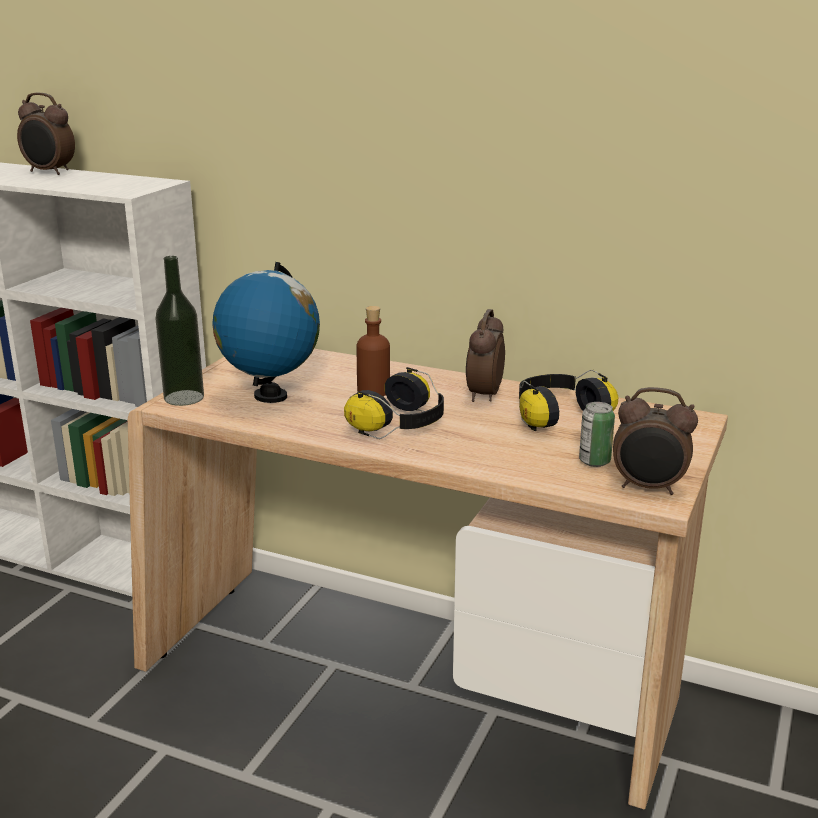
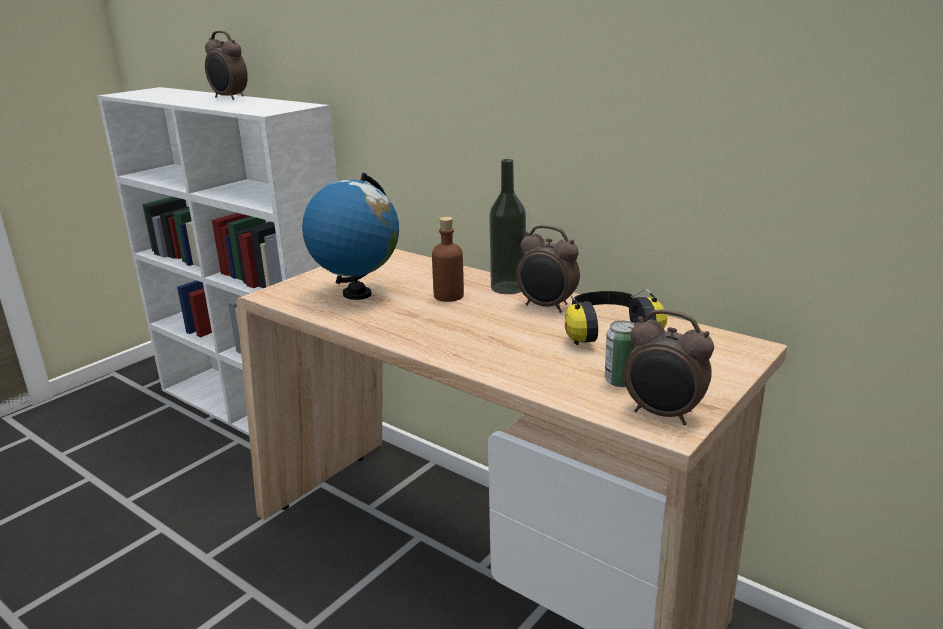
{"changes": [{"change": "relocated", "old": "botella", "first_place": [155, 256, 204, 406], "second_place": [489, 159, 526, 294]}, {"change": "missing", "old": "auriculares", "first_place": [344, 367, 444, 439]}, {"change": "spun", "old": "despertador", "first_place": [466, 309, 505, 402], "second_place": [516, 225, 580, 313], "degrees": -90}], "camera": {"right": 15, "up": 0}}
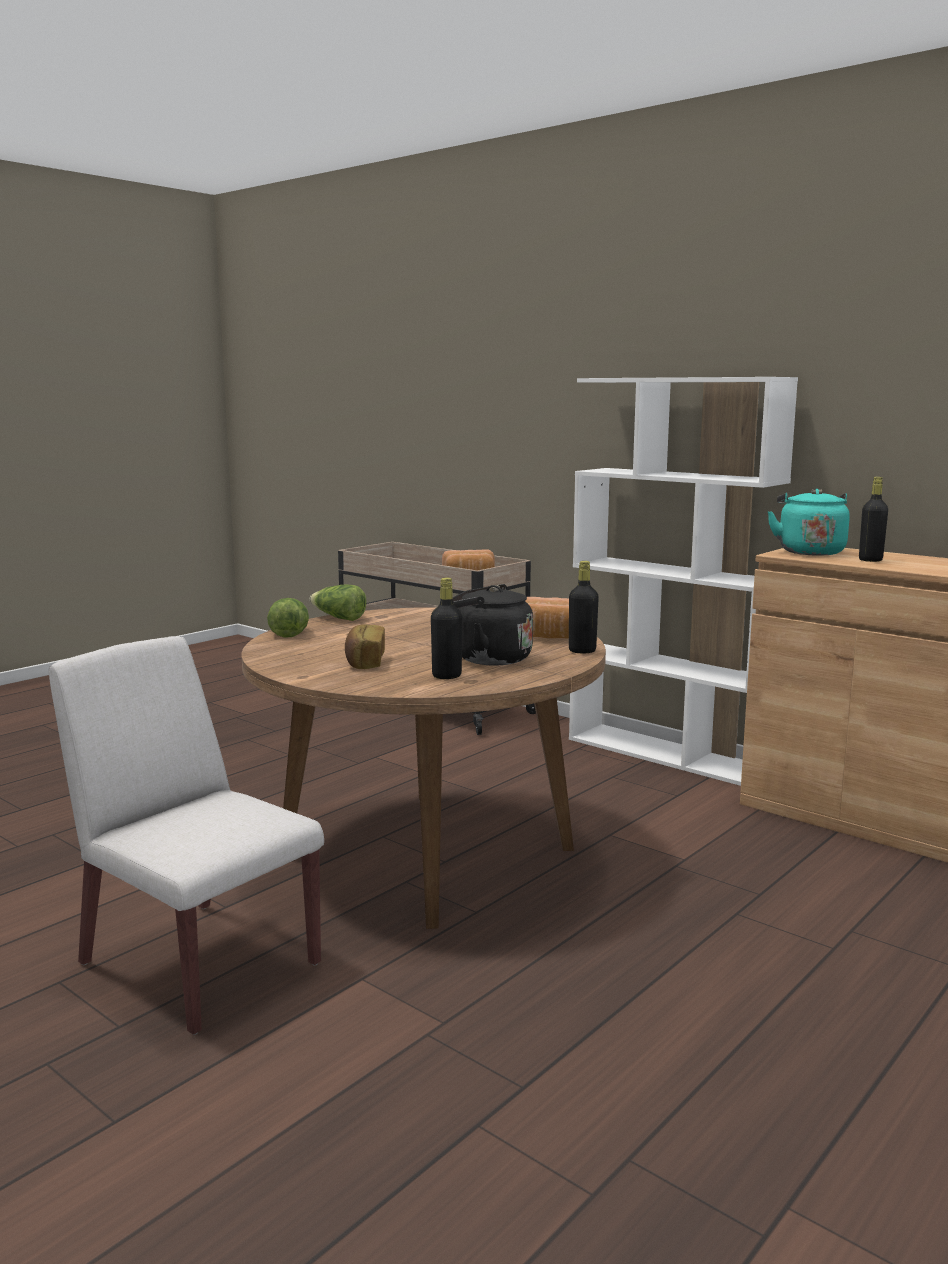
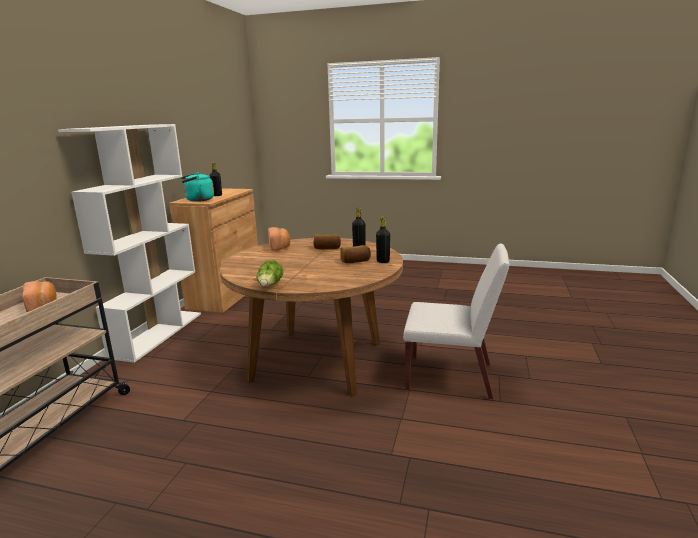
{"changes": [{"change": "spun", "old": "silla [blanco]", "first_place": [49, 636, 324, 1035], "second_place": [403, 244, 509, 400], "degrees": -90}, {"change": "missing", "old": "lechuga", "first_place": [267, 598, 309, 638]}, {"change": "exchanged", "old": "hervidor [negro]", "new": "pan", "first_place": [452, 584, 533, 666], "second_place": [313, 234, 341, 249]}, {"change": "relocated", "old": "botella [negro]", "first_place": [569, 561, 599, 653], "second_place": [376, 217, 390, 263]}], "camera": {"right": -115, "up": 5}}
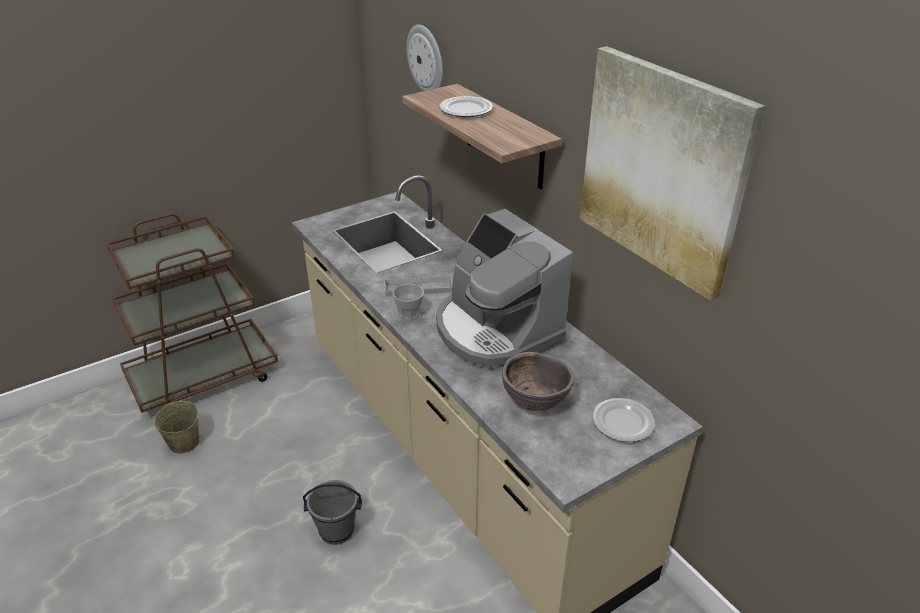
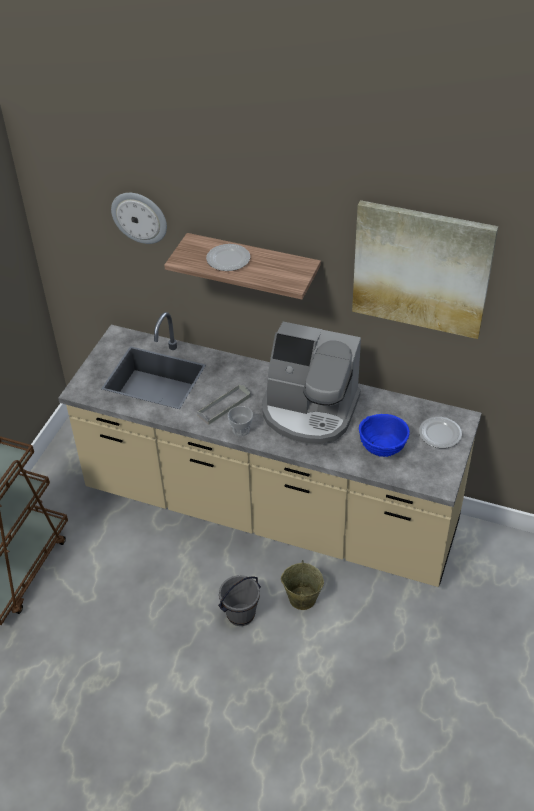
{"changes": [{"change": "relocated", "old": "cubo [beis]", "first_place": [154, 395, 199, 454], "second_place": [281, 560, 324, 610]}, {"change": "colour", "old": "cuenco [marrón]", "new": "cuenco [azul]", "first_place": [502, 352, 574, 411], "second_place": [359, 414, 410, 457]}], "camera": {"right": -35, "up": 10}}
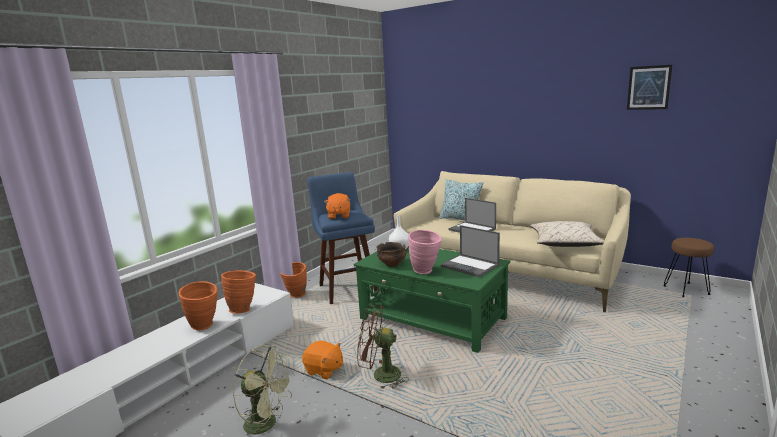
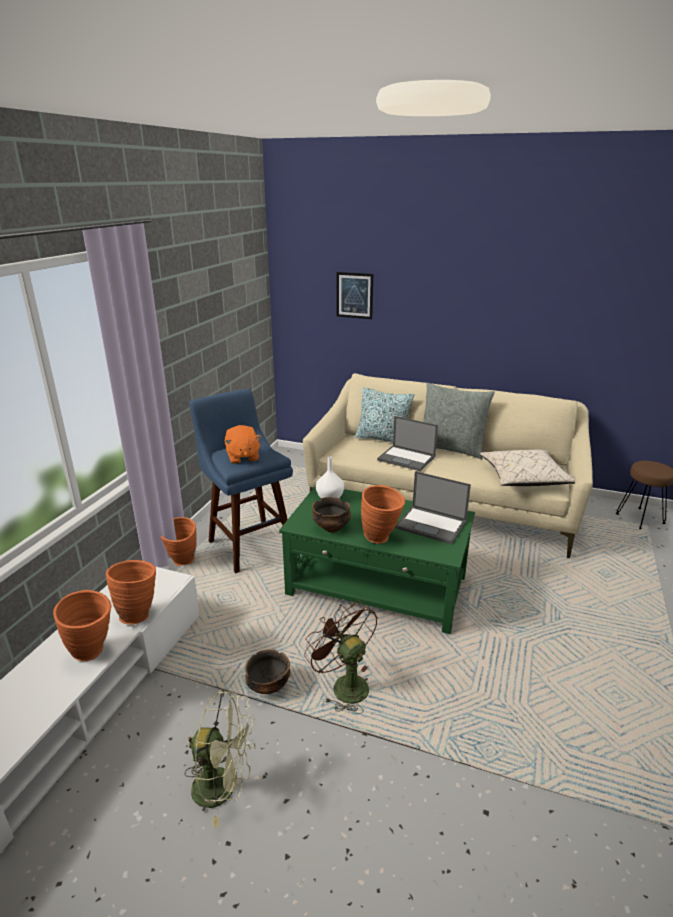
{"changes": [{"change": "exchanged", "old": "peluche [naranja]", "new": "cuenco", "first_place": [302, 341, 343, 379], "second_place": [245, 649, 290, 694]}, {"change": "spun", "old": "ventilador [marrón]", "first_place": [357, 304, 409, 389], "second_place": [304, 600, 378, 714], "degrees": 60}, {"change": "colour", "old": "florero [rosa]", "new": "florero [naranja]", "first_place": [408, 230, 442, 274], "second_place": [361, 485, 405, 544]}, {"change": "relocated", "old": "cuadro", "first_place": [627, 65, 672, 110], "second_place": [337, 272, 373, 319]}, {"change": "appeared", "new": "cojín [gris]", "second_place": [423, 383, 495, 459]}], "camera": {"right": -15, "up": 10}}
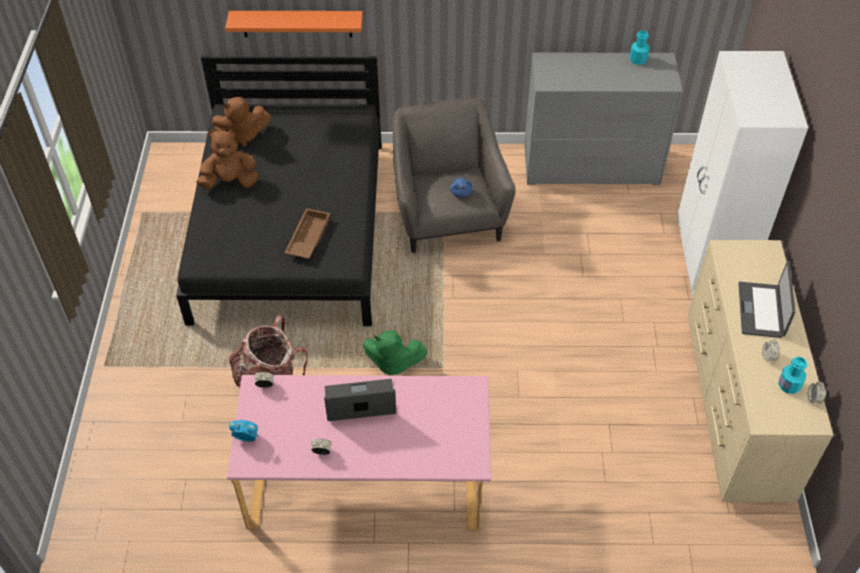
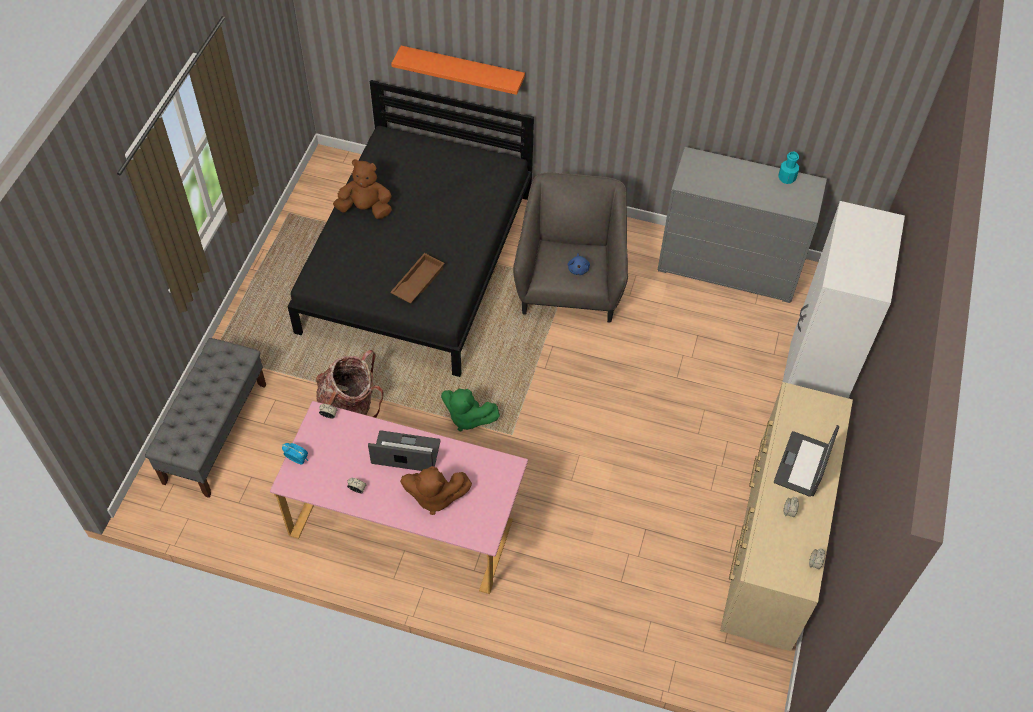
{"changes": [{"change": "relocated", "old": "peluche [marrón]", "first_place": [212, 97, 271, 147], "second_place": [400, 466, 472, 515]}, {"change": "missing", "old": "botella [turquesa]", "first_place": [778, 357, 807, 394]}, {"change": "appeared", "new": "banco [gris]", "second_place": [145, 338, 266, 498]}], "camera": {"right": 15, "up": 5}}
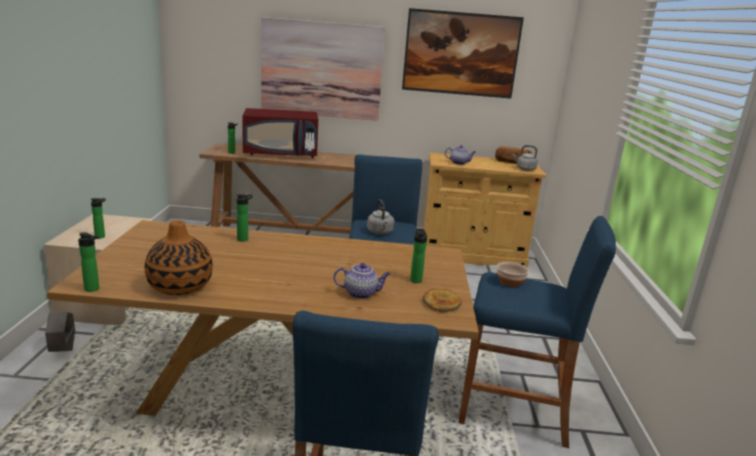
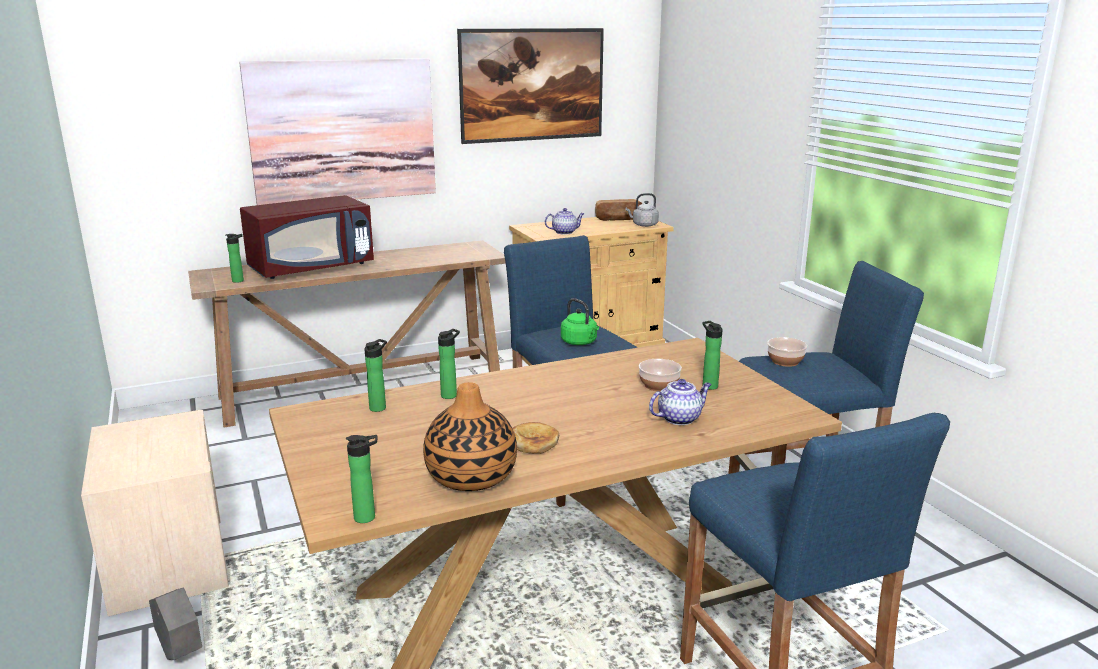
{"changes": [{"change": "relocated", "old": "botella", "first_place": [90, 198, 106, 239], "second_place": [365, 339, 387, 412]}, {"change": "colour", "old": "hervidor [gris]", "new": "hervidor [verde]", "first_place": [367, 199, 394, 234], "second_place": [561, 298, 599, 345]}, {"change": "relocated", "old": "pan", "first_place": [422, 289, 462, 312], "second_place": [512, 422, 559, 454]}, {"change": "appeared", "new": "cuenco", "second_place": [639, 359, 682, 392]}], "camera": {"right": -25, "up": 0}}
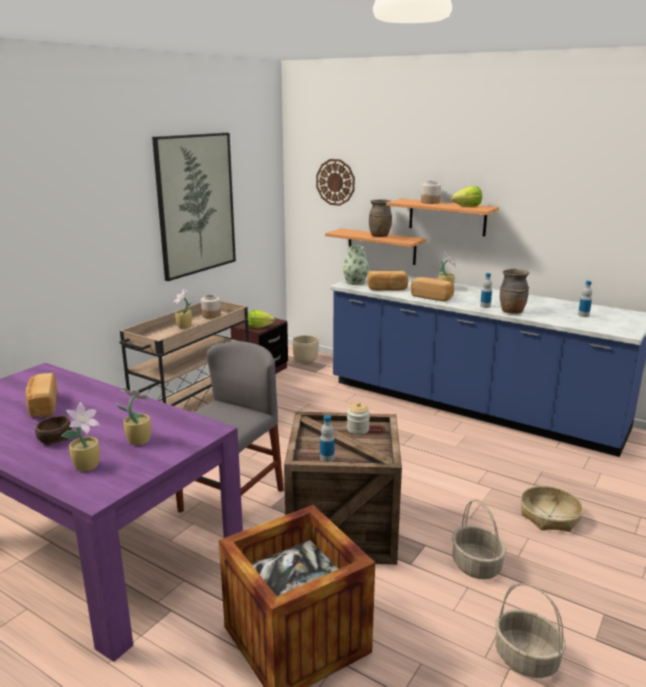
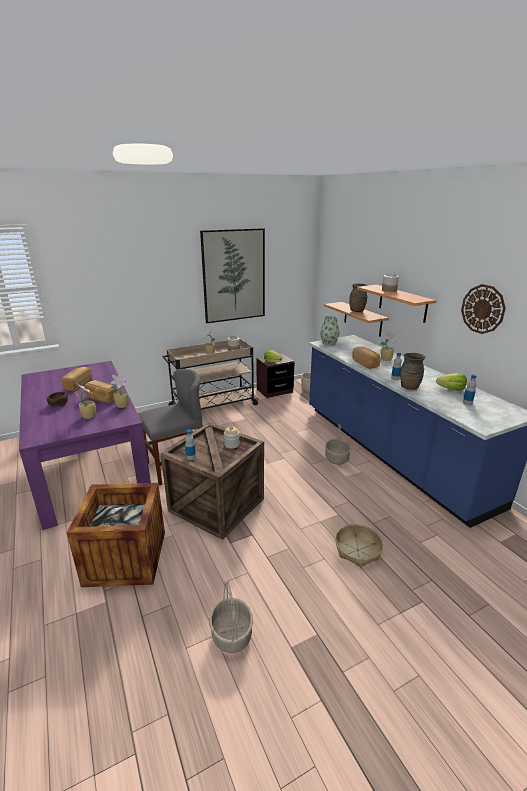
{"changes": [{"change": "relocated", "old": "planta en maceta", "first_place": [62, 402, 100, 471], "second_place": [110, 372, 129, 408]}, {"change": "relocated", "old": "reloj de pared", "first_place": [316, 159, 355, 206], "second_place": [461, 284, 506, 334]}, {"change": "relocated", "old": "pan", "first_place": [367, 271, 408, 291], "second_place": [84, 380, 118, 403]}, {"change": "relocated", "old": "lechuga", "first_place": [451, 186, 482, 207], "second_place": [436, 373, 467, 391]}, {"change": "relocated", "old": "cesta", "first_place": [452, 499, 506, 579], "second_place": [325, 425, 351, 465]}], "camera": {"right": 30, "up": 5}}
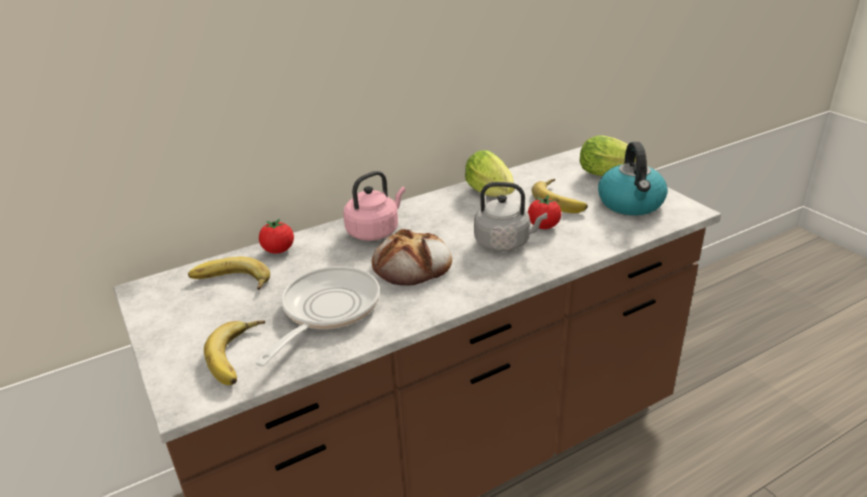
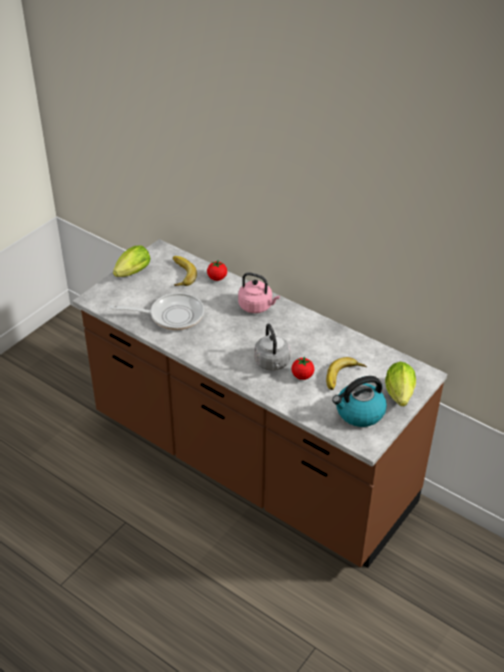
{"changes": [{"change": "missing", "old": "plátano", "first_place": [204, 321, 265, 385]}, {"change": "missing", "old": "pan", "first_place": [372, 229, 452, 285]}, {"change": "relocated", "old": "lechuga", "first_place": [465, 150, 515, 197], "second_place": [113, 246, 150, 277]}], "camera": {"right": 65, "up": 10}}
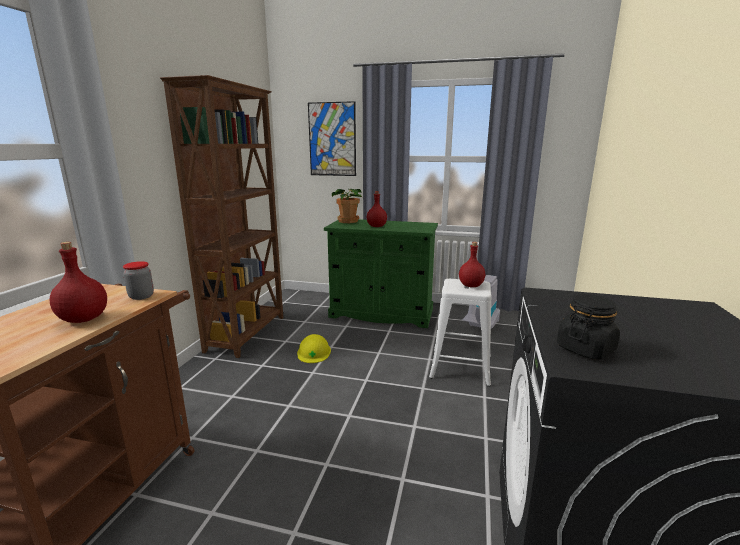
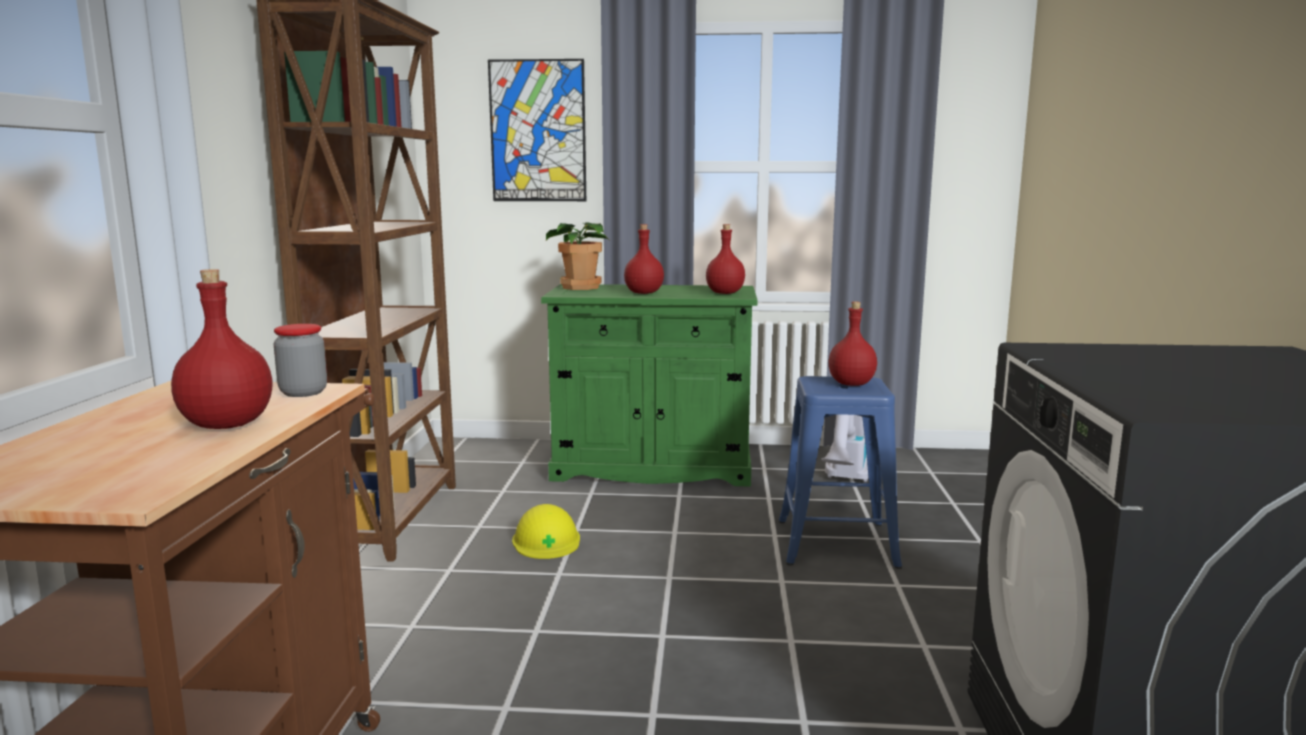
{"changes": [{"change": "colour", "old": "taburete [blanco]", "new": "taburete [azul]", "first_place": [429, 279, 492, 387], "second_place": [779, 376, 902, 569]}, {"change": "missing", "old": "tarro [negro]", "first_place": [557, 294, 620, 360]}, {"change": "appeared", "new": "botella [rojo]", "second_place": [706, 224, 745, 294]}], "camera": {"right": -10, "up": -5}}
